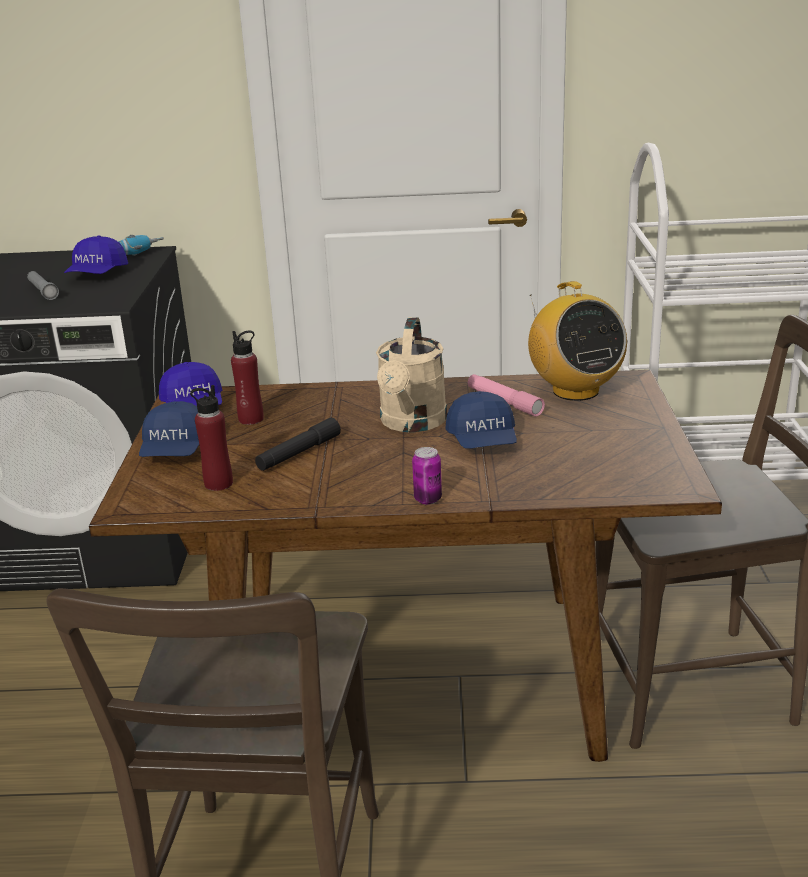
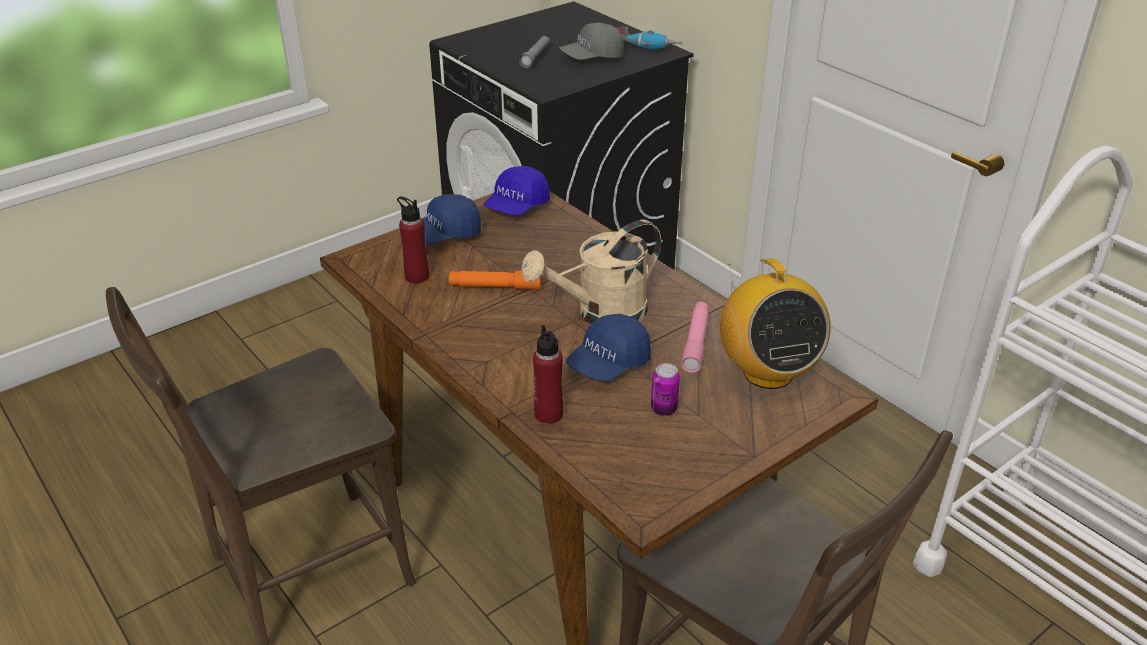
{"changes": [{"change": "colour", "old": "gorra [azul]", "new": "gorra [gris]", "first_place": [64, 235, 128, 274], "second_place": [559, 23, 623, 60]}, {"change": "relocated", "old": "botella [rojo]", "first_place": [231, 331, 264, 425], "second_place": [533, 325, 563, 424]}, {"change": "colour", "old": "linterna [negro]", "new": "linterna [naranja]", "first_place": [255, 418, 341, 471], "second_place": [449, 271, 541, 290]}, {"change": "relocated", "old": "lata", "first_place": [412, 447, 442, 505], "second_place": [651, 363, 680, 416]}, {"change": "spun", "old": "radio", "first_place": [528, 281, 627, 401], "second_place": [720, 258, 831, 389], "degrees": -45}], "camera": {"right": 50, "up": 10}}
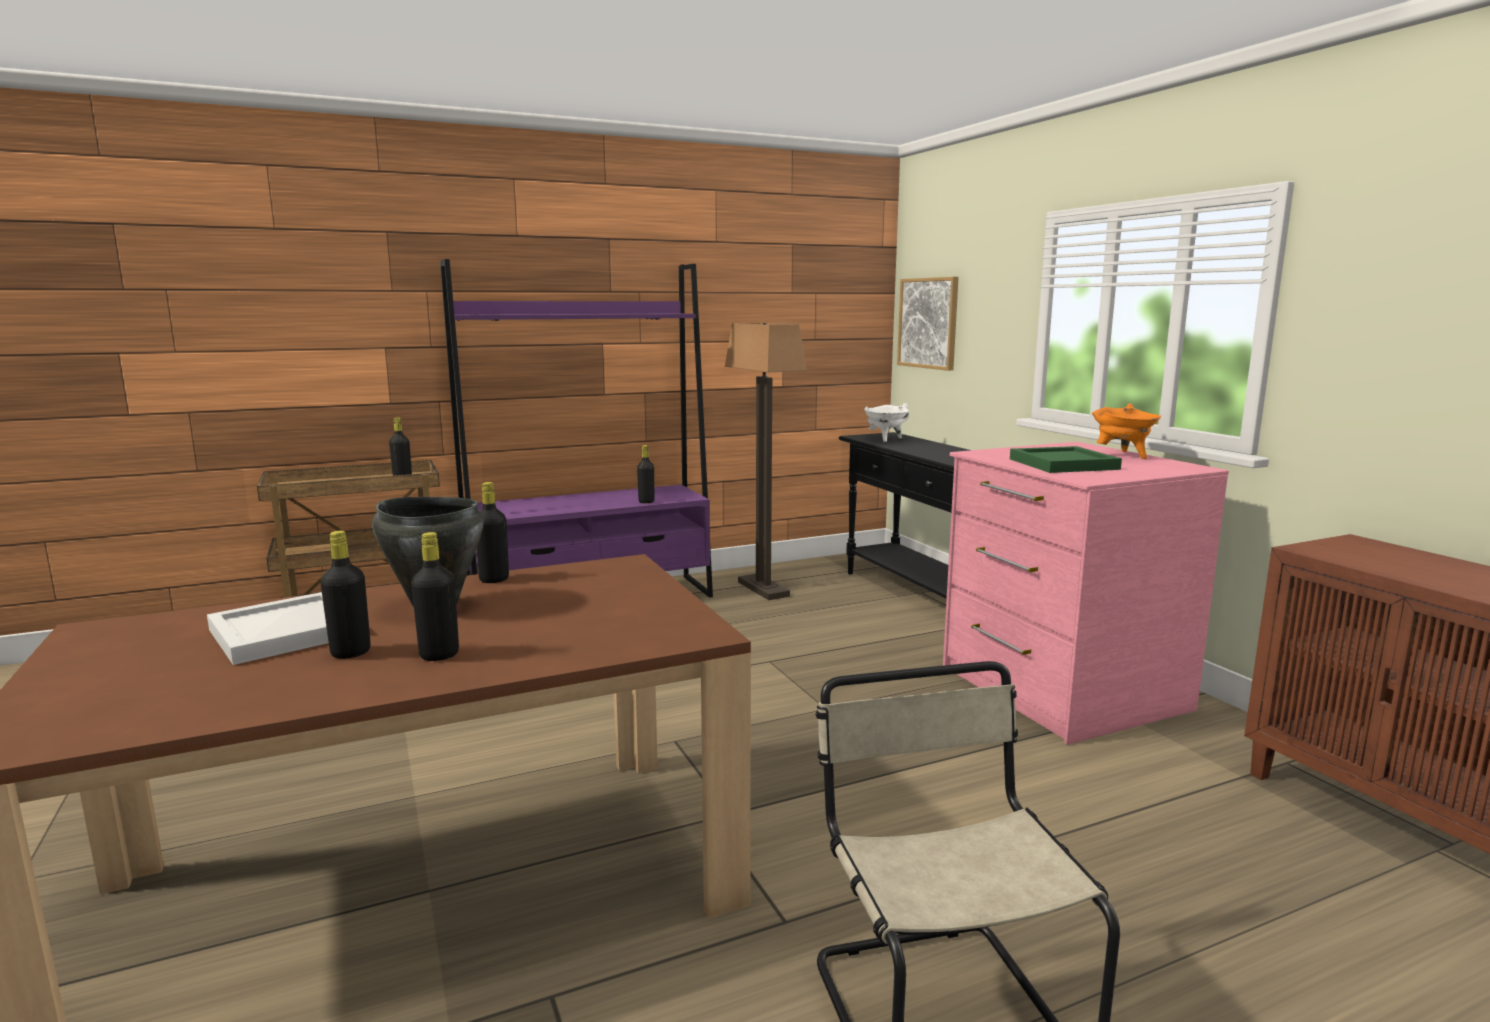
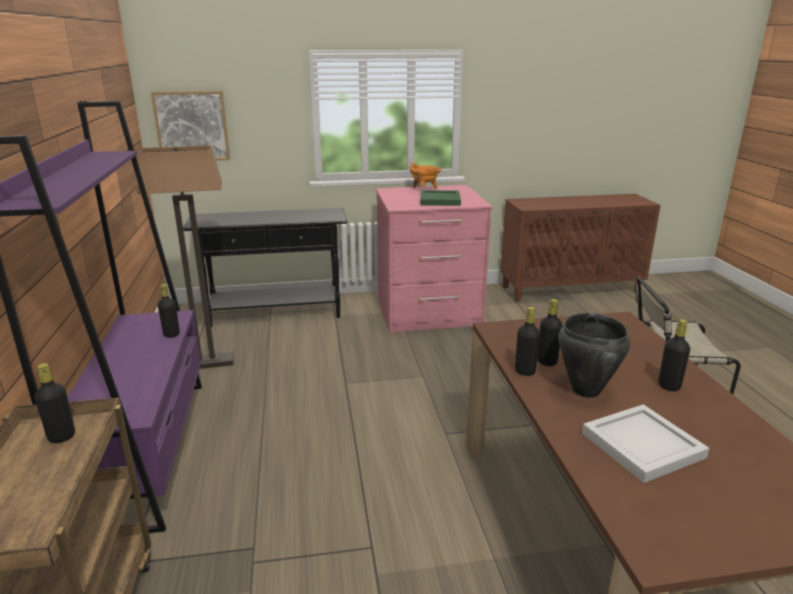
{"changes": [{"change": "relocated", "old": "botella [negro]", "first_place": [321, 531, 371, 659], "second_place": [537, 299, 563, 366]}, {"change": "missing", "old": "olla [blanco]", "first_place": [864, 403, 910, 442]}], "camera": {"right": -75, "up": 10}}
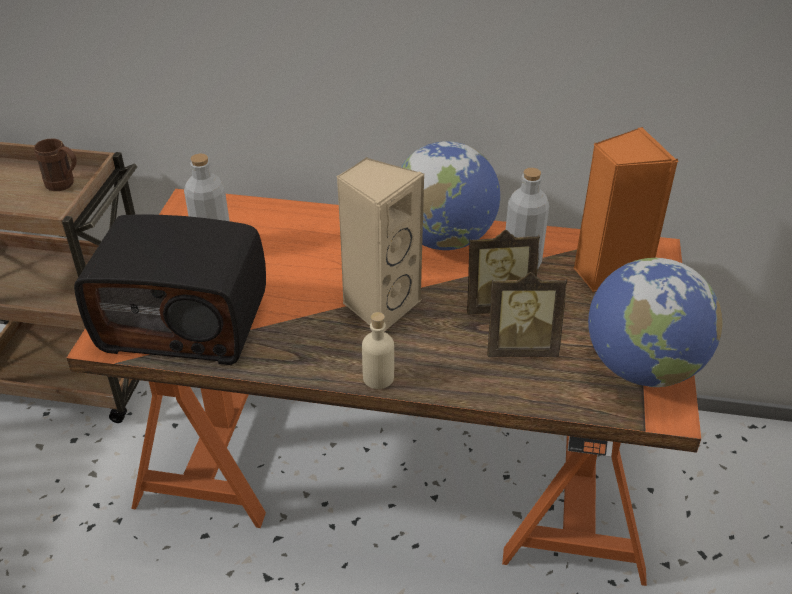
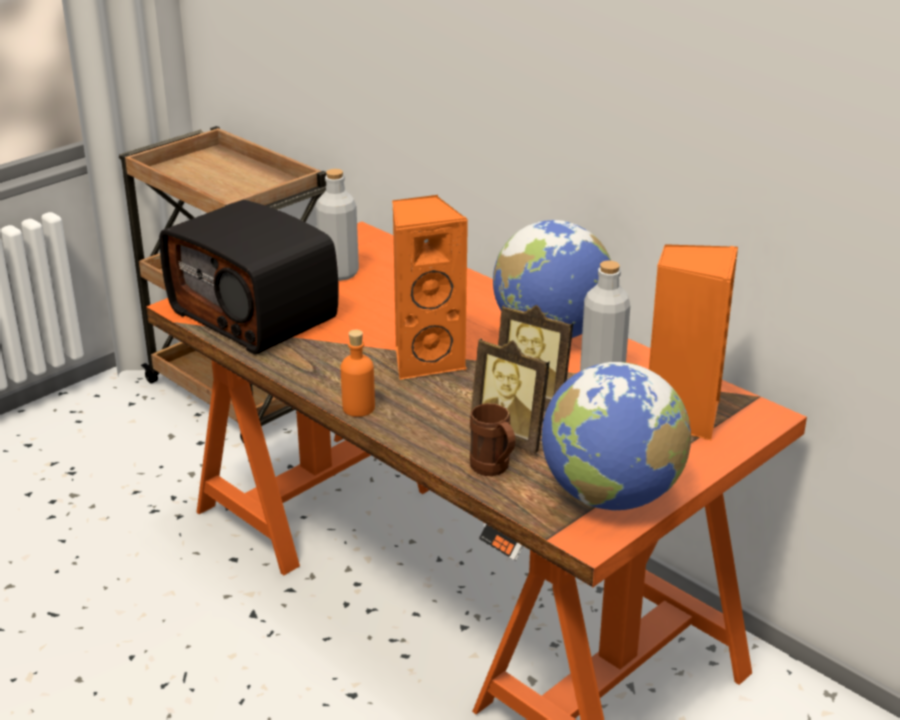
{"changes": [{"change": "relocated", "old": "taza grande [marrón]", "first_place": [34, 139, 77, 191], "second_place": [470, 403, 516, 476]}, {"change": "colour", "old": "altavoz [beis]", "new": "altavoz [naranja]", "first_place": [336, 157, 424, 332], "second_place": [392, 195, 468, 380]}, {"change": "colour", "old": "botella [beis]", "new": "botella [naranja]", "first_place": [362, 312, 394, 389], "second_place": [341, 330, 375, 417]}], "camera": {"right": 35, "up": -10}}
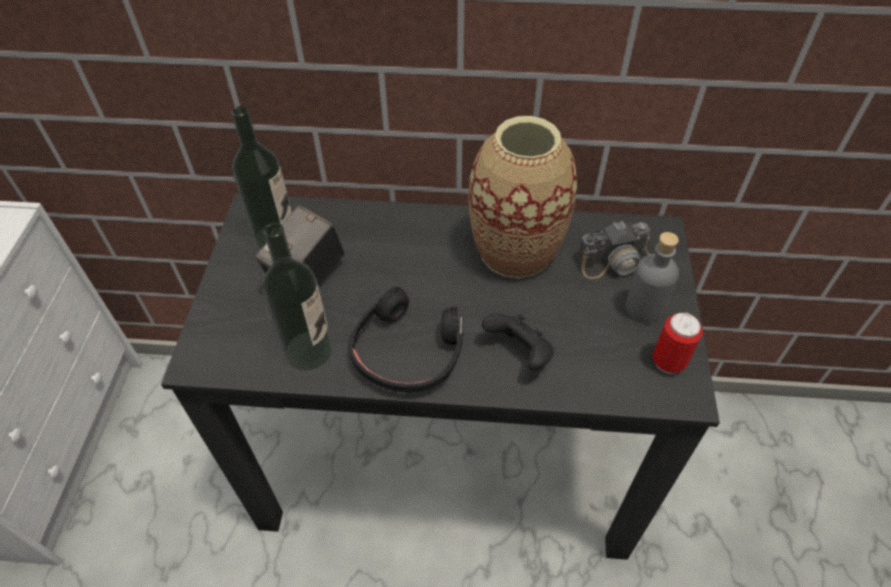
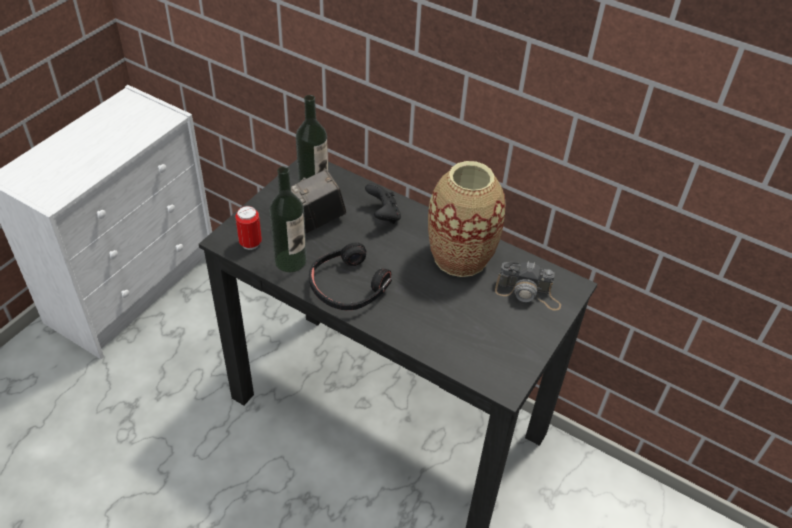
{"changes": [{"change": "relocated", "old": "mando de consola [negro]", "first_place": [482, 313, 554, 370], "second_place": [365, 183, 401, 224]}, {"change": "missing", "old": "botella [gris]", "first_place": [626, 232, 679, 324]}, {"change": "relocated", "old": "lata", "first_place": [653, 312, 703, 374], "second_place": [235, 206, 262, 250]}], "camera": {"right": 25, "up": -5}}
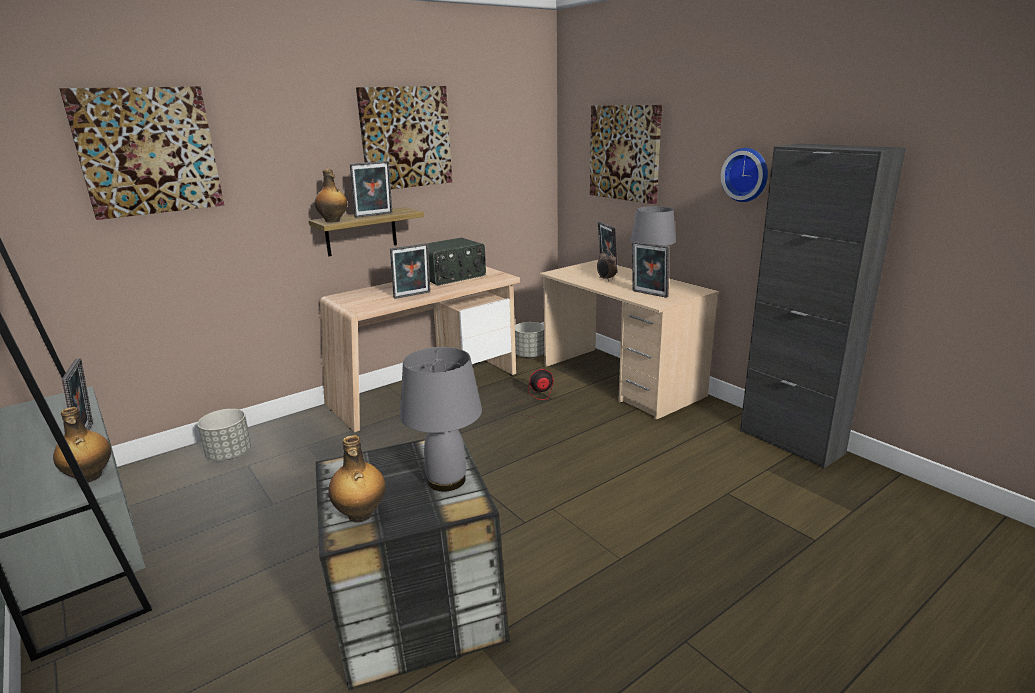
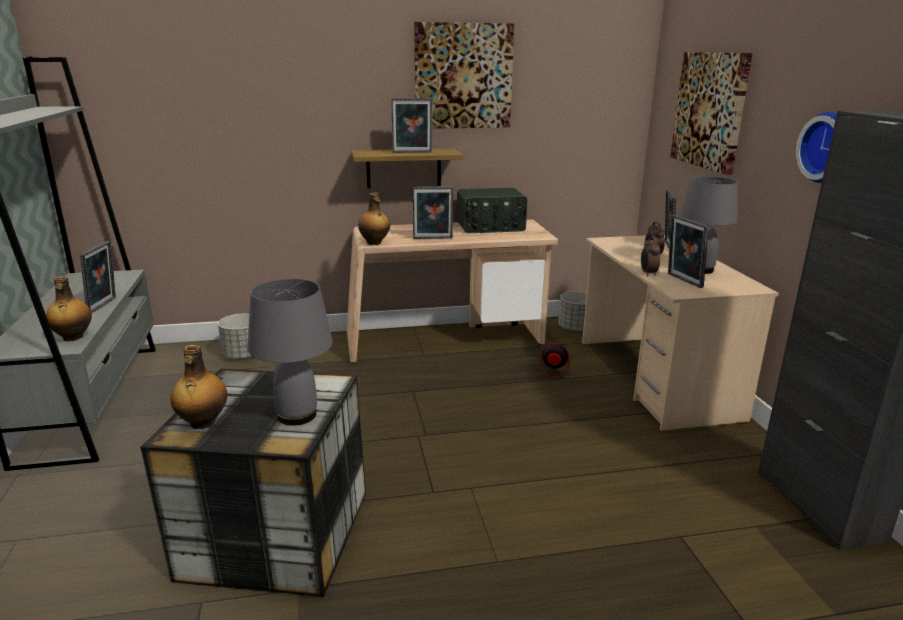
{"changes": [{"change": "missing", "old": "cuadro", "first_place": [60, 86, 224, 220]}, {"change": "relocated", "old": "botella", "first_place": [314, 169, 347, 223], "second_place": [358, 192, 390, 245]}, {"change": "appeared", "new": "despertador", "second_place": [641, 236, 660, 276]}], "camera": {"right": 25, "up": 0}}
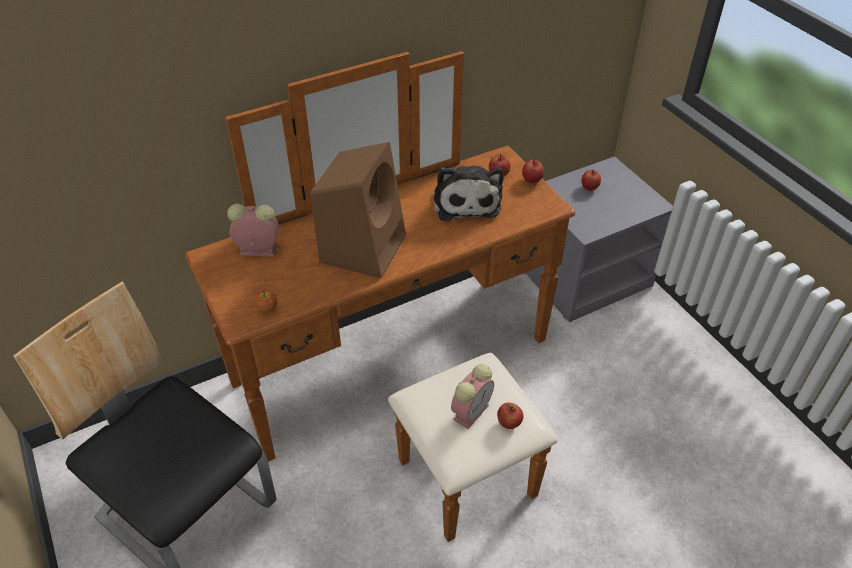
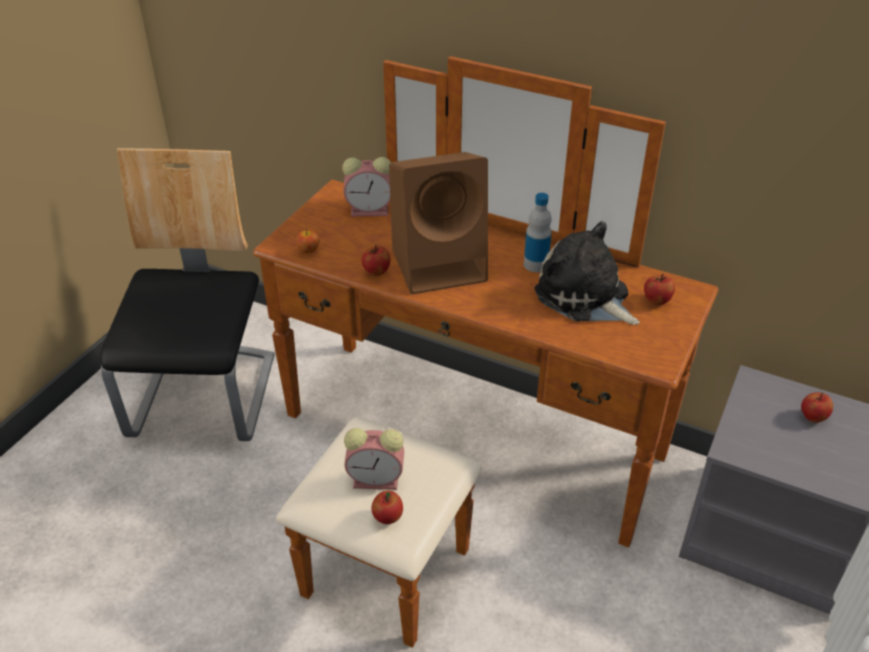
{"changes": [{"change": "spun", "old": "despertador", "first_place": [227, 204, 279, 257], "second_place": [342, 157, 391, 217], "degrees": 120}, {"change": "spun", "old": "peluche", "first_place": [434, 166, 504, 221], "second_place": [534, 221, 640, 325], "degrees": 90}, {"change": "relocated", "old": "manzana", "first_place": [522, 159, 544, 184], "second_place": [362, 245, 391, 276]}, {"change": "appeared", "new": "botella", "second_place": [524, 193, 552, 272]}], "camera": {"right": 55, "up": -5}}
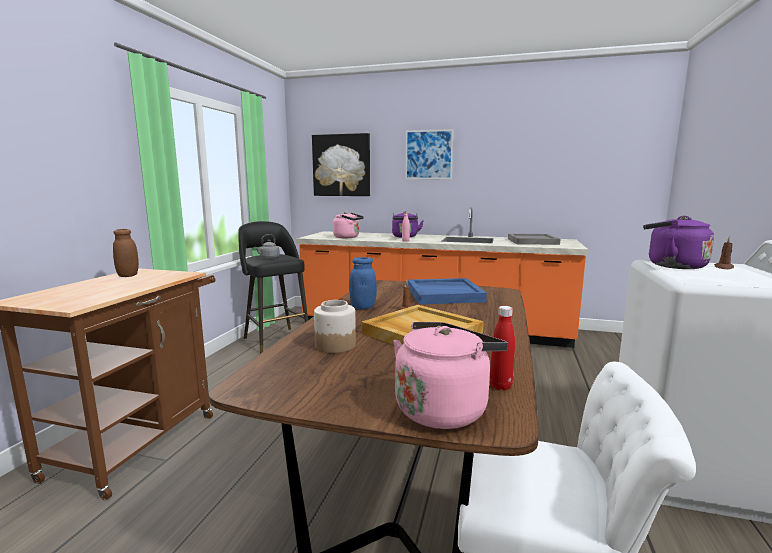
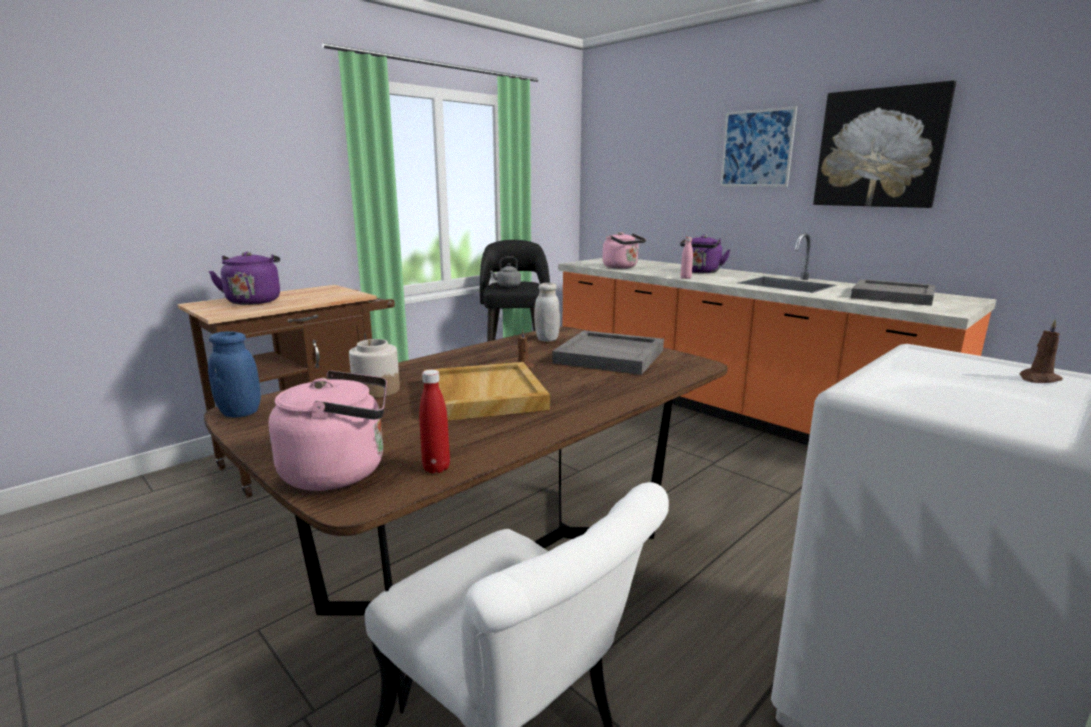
{"changes": [{"change": "missing", "old": "tarro [marrón]", "first_place": [113, 229, 139, 277]}, {"change": "relocated", "old": "cuadro", "first_place": [312, 133, 370, 196], "second_place": [813, 80, 956, 208]}, {"change": "relocated", "old": "tarro [azul]", "first_place": [349, 257, 377, 309], "second_place": [208, 331, 261, 418]}, {"change": "colour", "old": "bandeja [azul]", "new": "bandeja [gris]", "first_place": [408, 278, 487, 304], "second_place": [552, 330, 664, 375]}, {"change": "relocated", "old": "hervidor [morado]", "first_place": [643, 216, 714, 269], "second_place": [208, 252, 280, 305]}, {"change": "appeared", "new": "tarro [blanco]", "second_place": [534, 283, 560, 342]}], "camera": {"right": 30, "up": 5}}
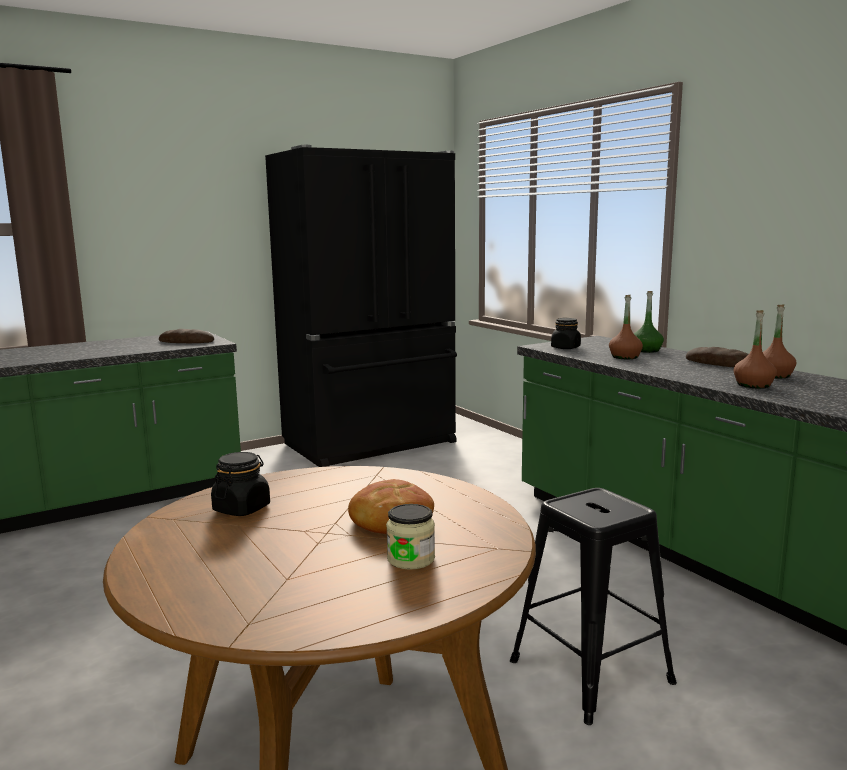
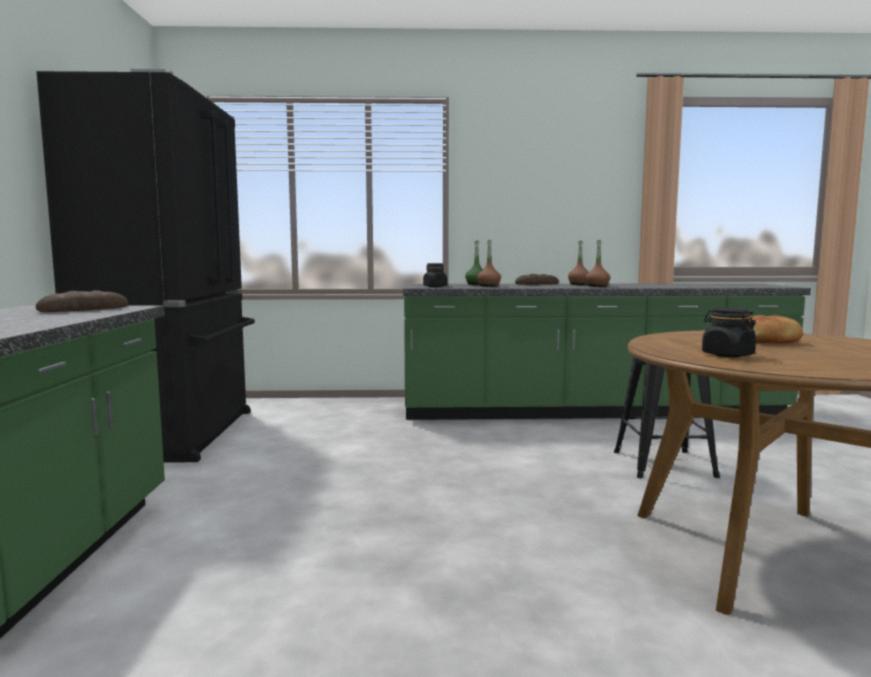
{"changes": [{"change": "missing", "old": "tarro", "first_place": [386, 504, 435, 570]}], "camera": {"right": -60, "up": -5}}
